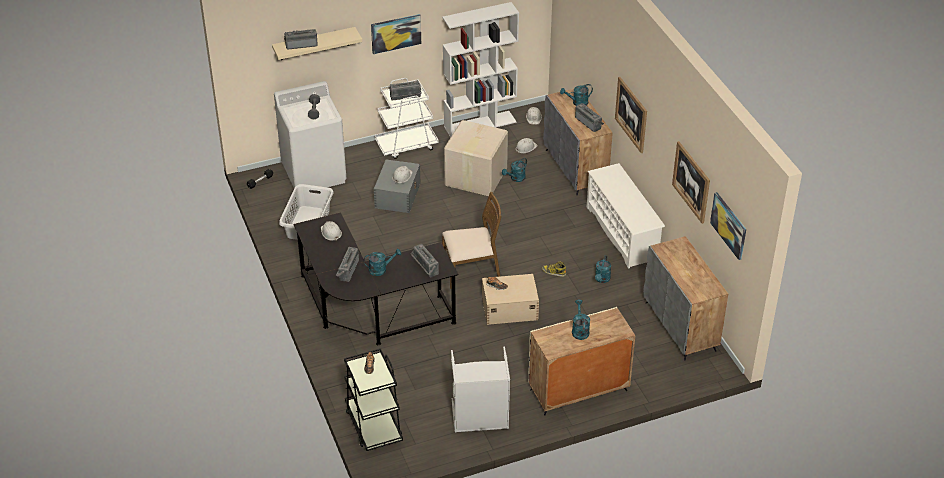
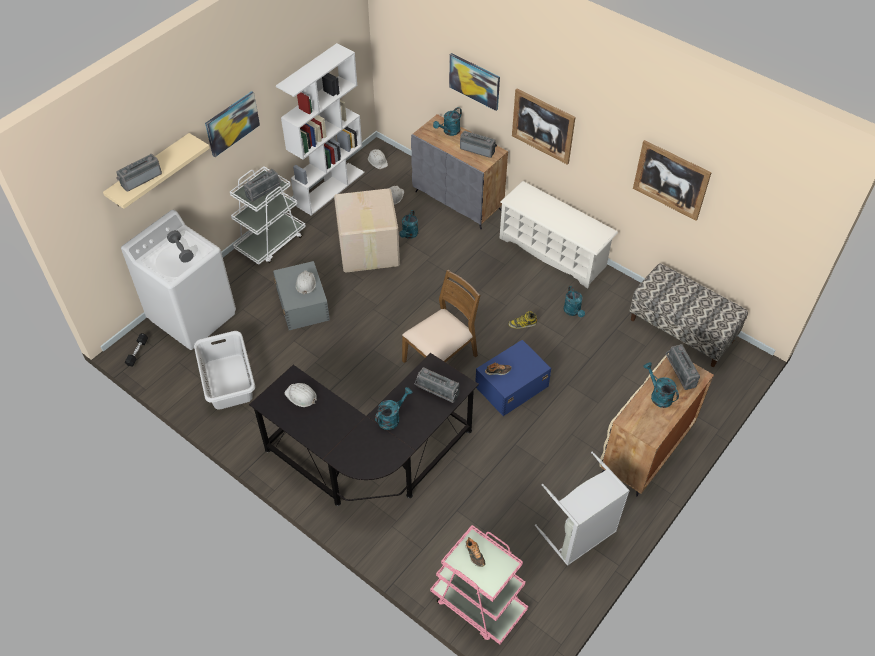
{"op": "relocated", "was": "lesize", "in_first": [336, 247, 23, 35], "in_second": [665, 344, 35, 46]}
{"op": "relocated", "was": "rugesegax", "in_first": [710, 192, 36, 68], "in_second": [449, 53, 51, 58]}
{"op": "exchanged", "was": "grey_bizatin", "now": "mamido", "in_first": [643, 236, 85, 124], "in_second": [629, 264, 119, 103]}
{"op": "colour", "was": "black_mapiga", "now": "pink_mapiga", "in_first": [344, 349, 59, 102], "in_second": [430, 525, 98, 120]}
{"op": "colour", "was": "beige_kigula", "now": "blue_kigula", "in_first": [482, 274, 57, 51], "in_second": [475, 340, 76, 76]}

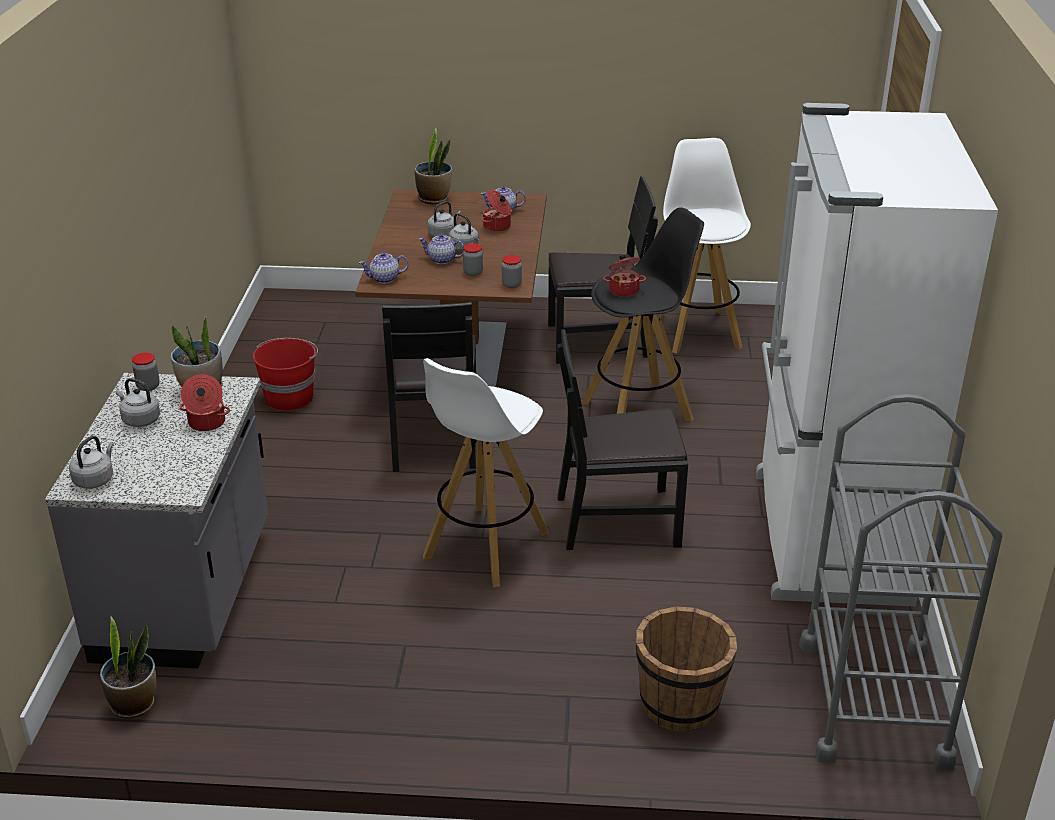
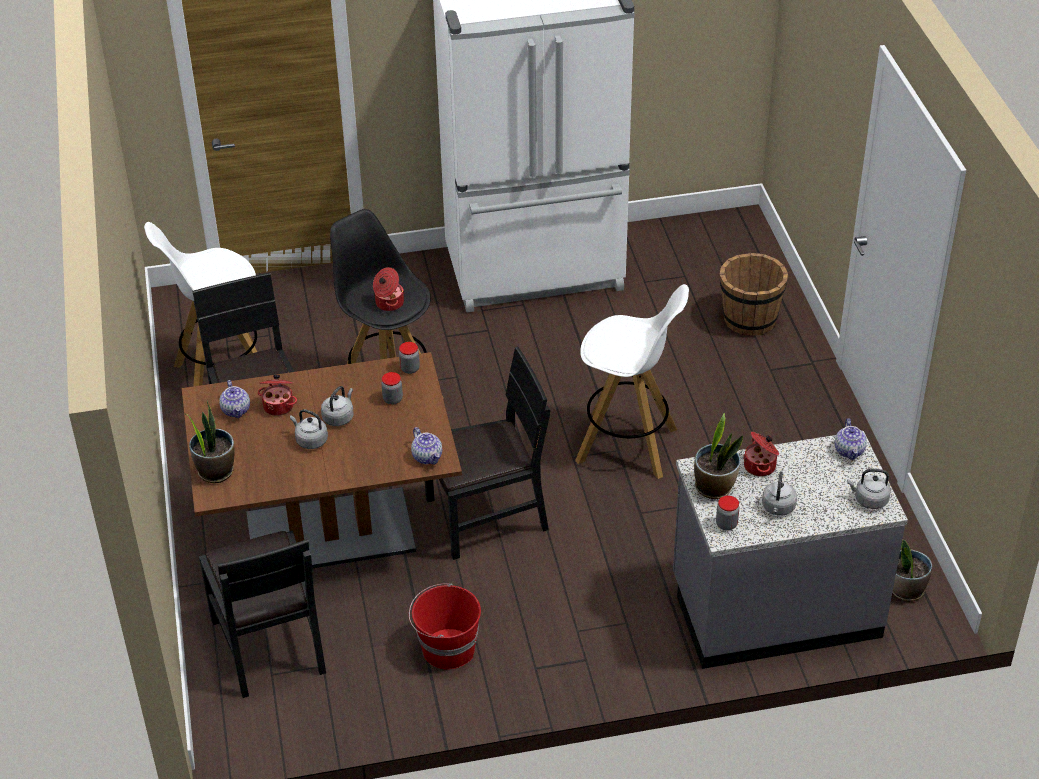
{"op": "missing", "was": "grey_mapiga", "in_first": [799, 394, 204, 376]}
{"op": "relocated", "was": "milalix", "in_first": [419, 234, 45, 30], "in_second": [835, 418, 32, 42]}
{"op": "relocated", "was": "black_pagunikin", "in_first": [557, 329, 131, 221], "in_second": [199, 531, 127, 167]}

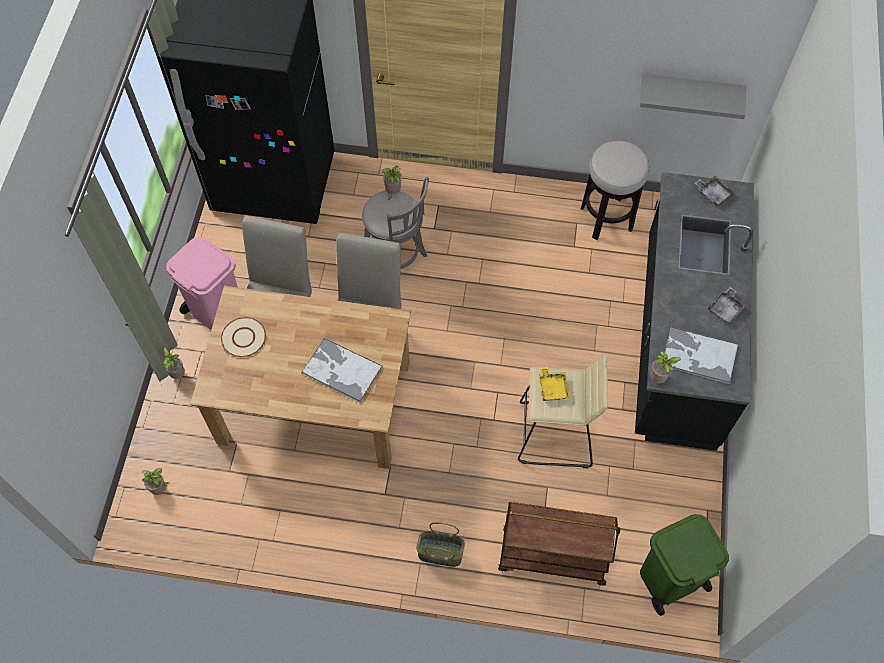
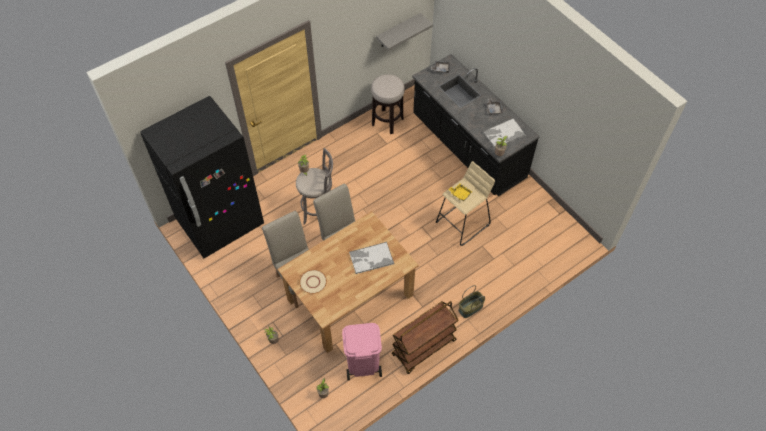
{"op": "missing", "was": "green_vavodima", "in_first": [640, 514, 89, 102]}
{"op": "relocated", "was": "pink_vavodima", "in_first": [166, 237, 72, 93], "in_second": [342, 323, 40, 57]}
{"op": "relocated", "was": "brown_mapiga", "in_first": [498, 502, 122, 84], "in_second": [392, 301, 67, 73]}

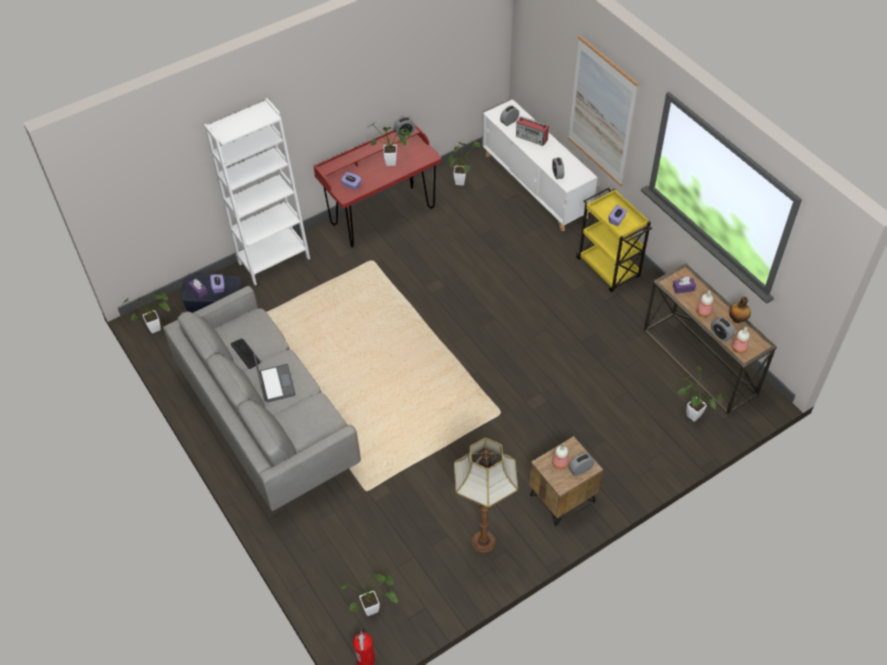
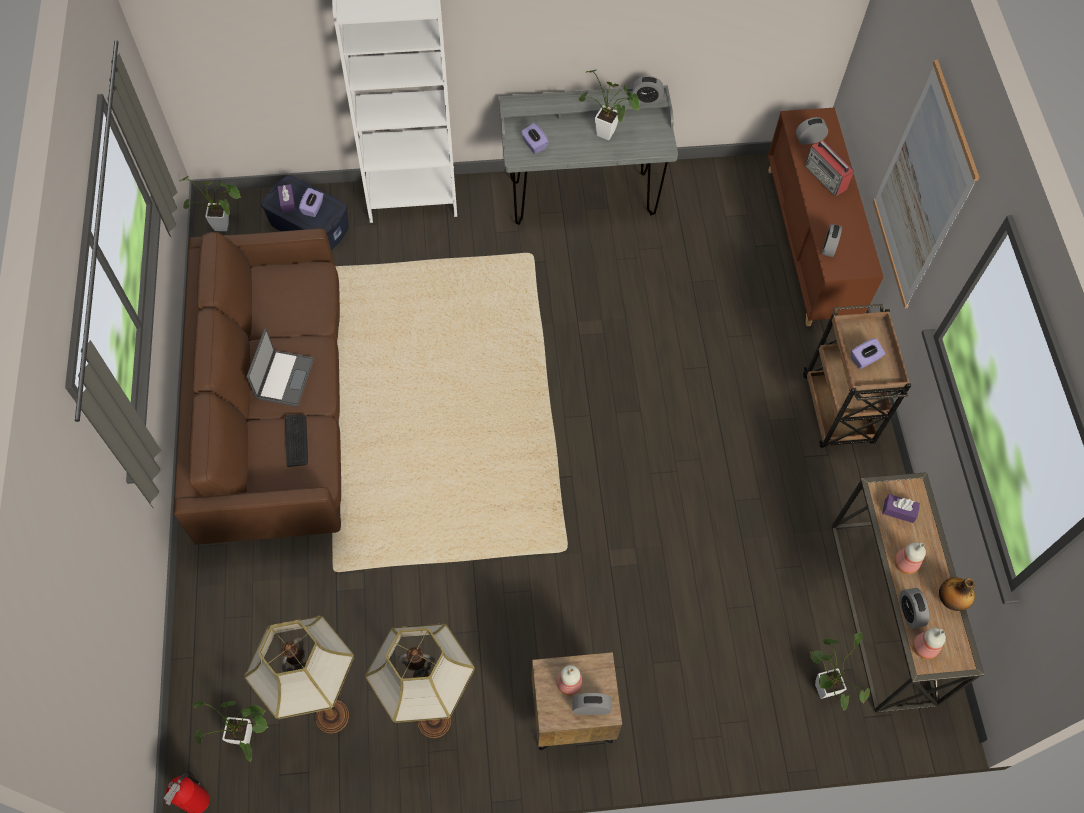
{"op": "missing", "was": "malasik", "in_first": [448, 141, 32, 45]}
{"op": "appeared", "now": "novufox", "in_second": [244, 616, 110, 118]}
{"op": "relocated", "was": "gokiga", "in_first": [231, 339, 30, 30], "in_second": [285, 414, 23, 53]}
{"op": "colour", "was": "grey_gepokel", "now": "brown_gepokel", "in_first": [163, 286, 198, 226], "in_second": [173, 228, 168, 317]}
{"op": "colour", "was": "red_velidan", "now": "grey_velidan", "in_first": [314, 123, 128, 125], "in_second": [499, 85, 179, 140]}
{"op": "colour", "was": "white_bizatin", "now": "brown_bizatin", "in_first": [482, 99, 115, 132], "in_second": [768, 108, 116, 218]}
{"op": "colour", "was": "yellow_mapiga", "now": "brown_mapiga", "in_first": [576, 188, 76, 104], "in_second": [803, 304, 108, 144]}

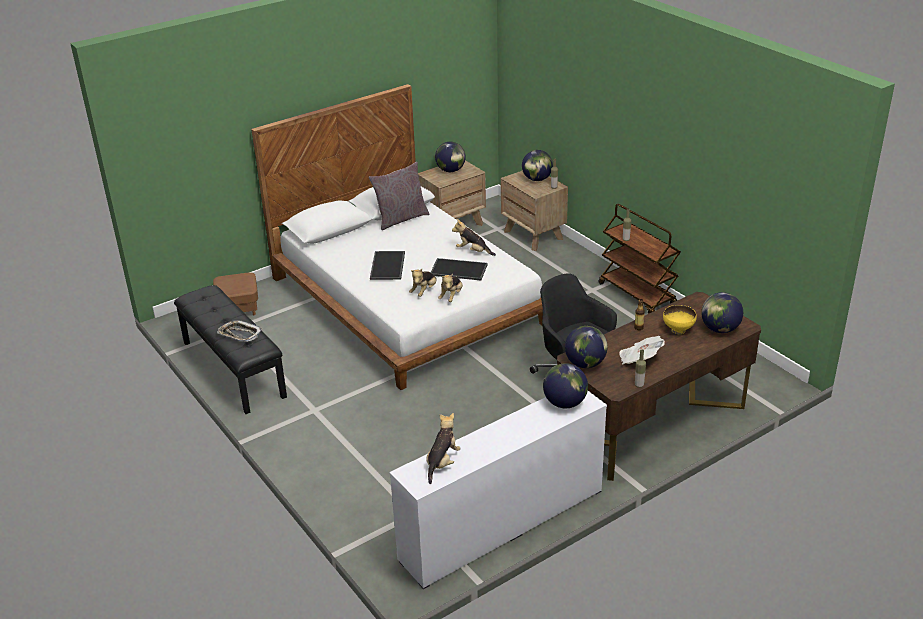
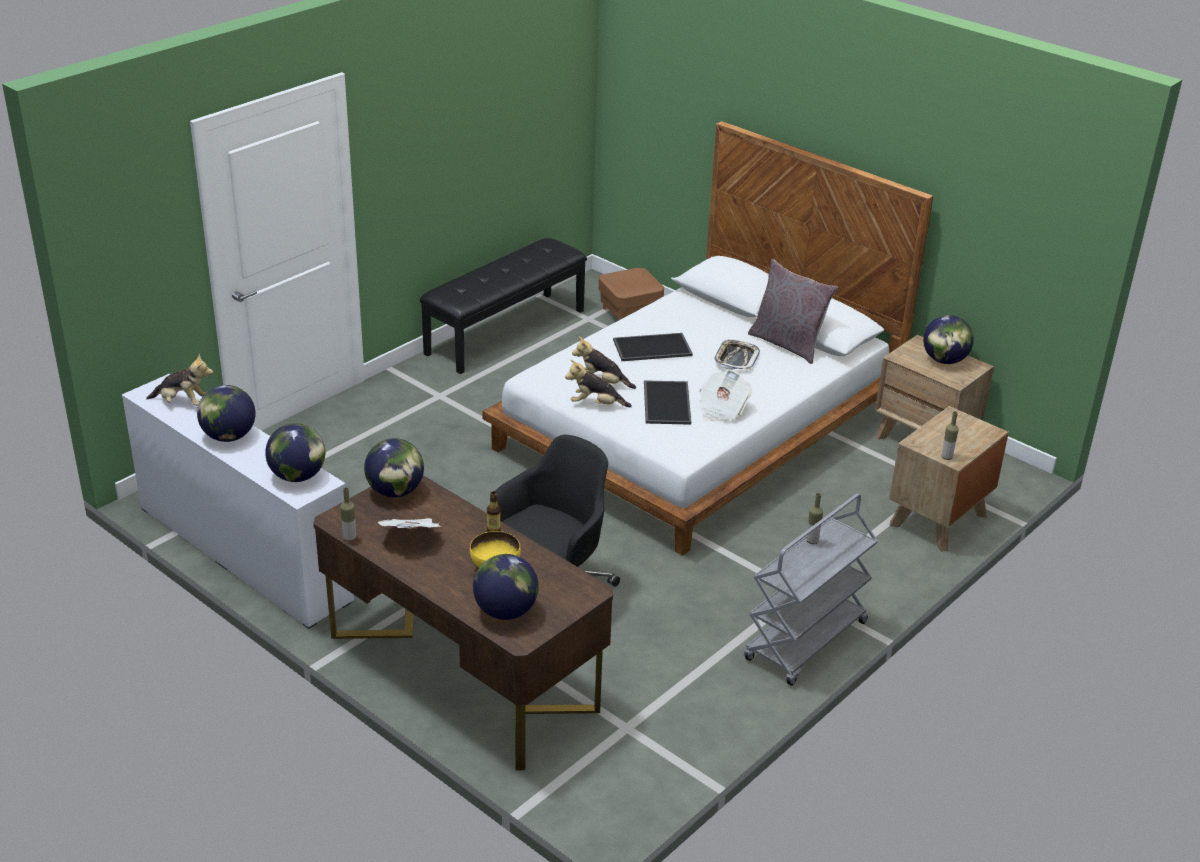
{"op": "relocated", "was": "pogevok", "in_first": [217, 320, 45, 22], "in_second": [714, 340, 46, 30]}
{"op": "relocated", "was": "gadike", "in_first": [522, 150, 31, 31], "in_second": [197, 385, 59, 57]}
{"op": "exchanged", "was": "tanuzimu", "now": "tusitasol", "in_first": [452, 219, 44, 37], "in_second": [700, 370, 52, 52]}
{"op": "colour", "was": "brown_mapiga", "now": "grey_mapiga", "in_first": [598, 204, 83, 110], "in_second": [744, 493, 134, 193]}

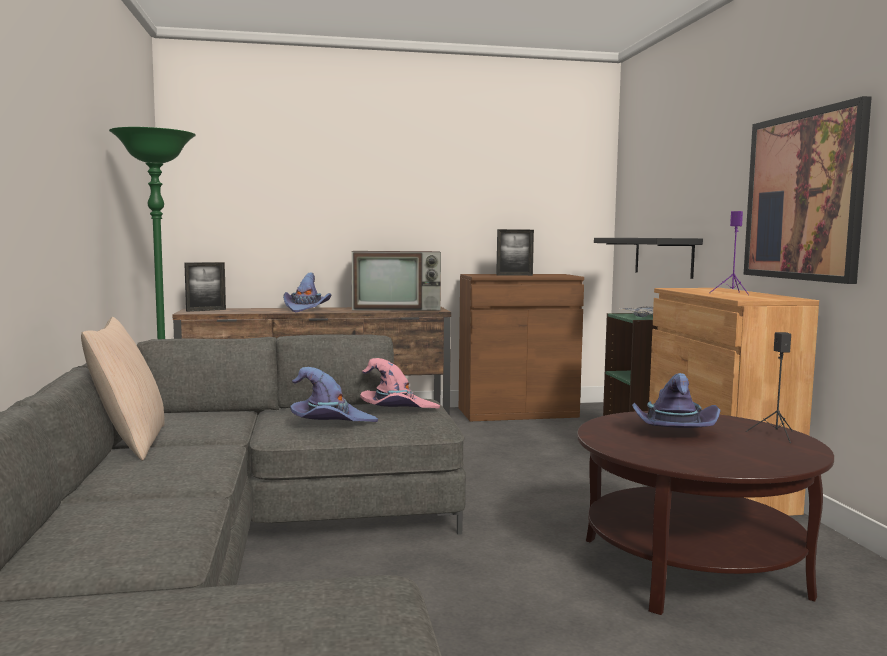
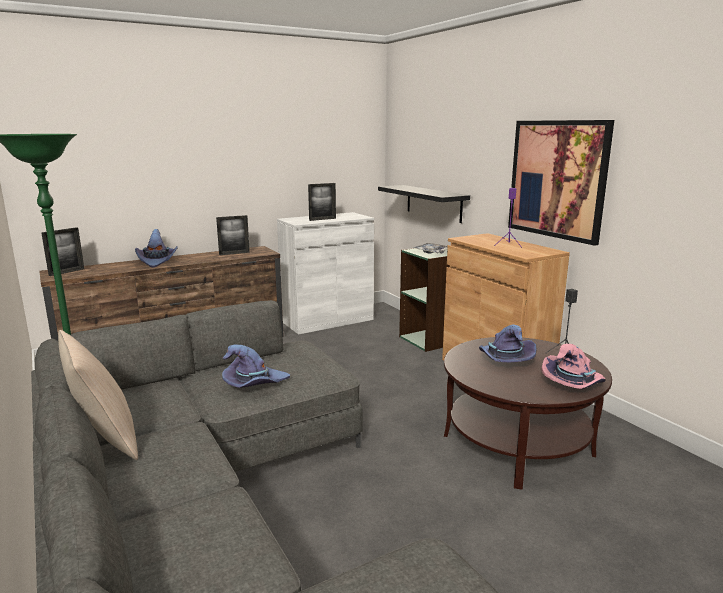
{"op": "relocated", "was": "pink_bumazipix", "in_first": [360, 358, 80, 51], "in_second": [542, 344, 64, 45]}
{"op": "exchanged", "was": "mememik", "now": "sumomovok", "in_first": [352, 251, 89, 60], "in_second": [216, 215, 34, 40]}
{"op": "colour", "was": "brown_bizatin", "now": "white_bizatin", "in_first": [459, 274, 125, 147], "in_second": [277, 212, 97, 123]}

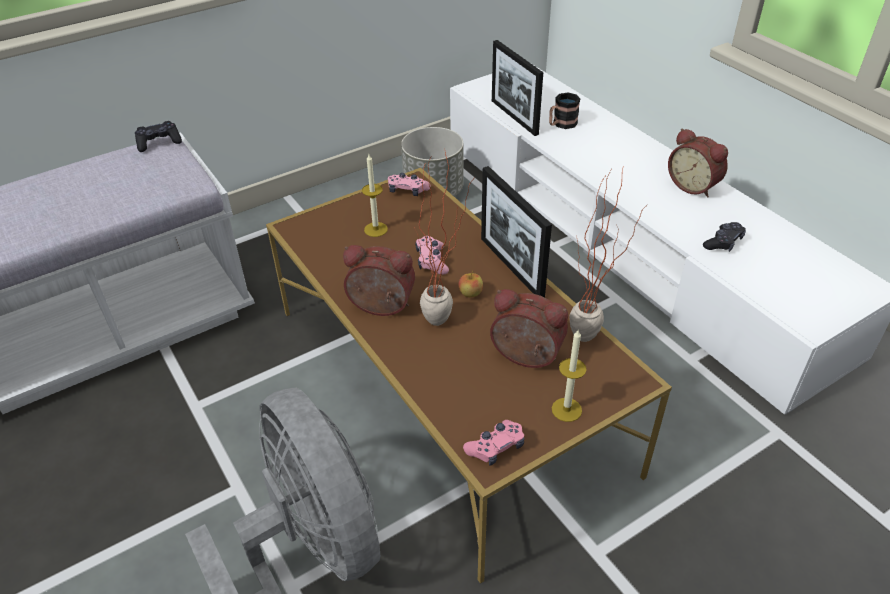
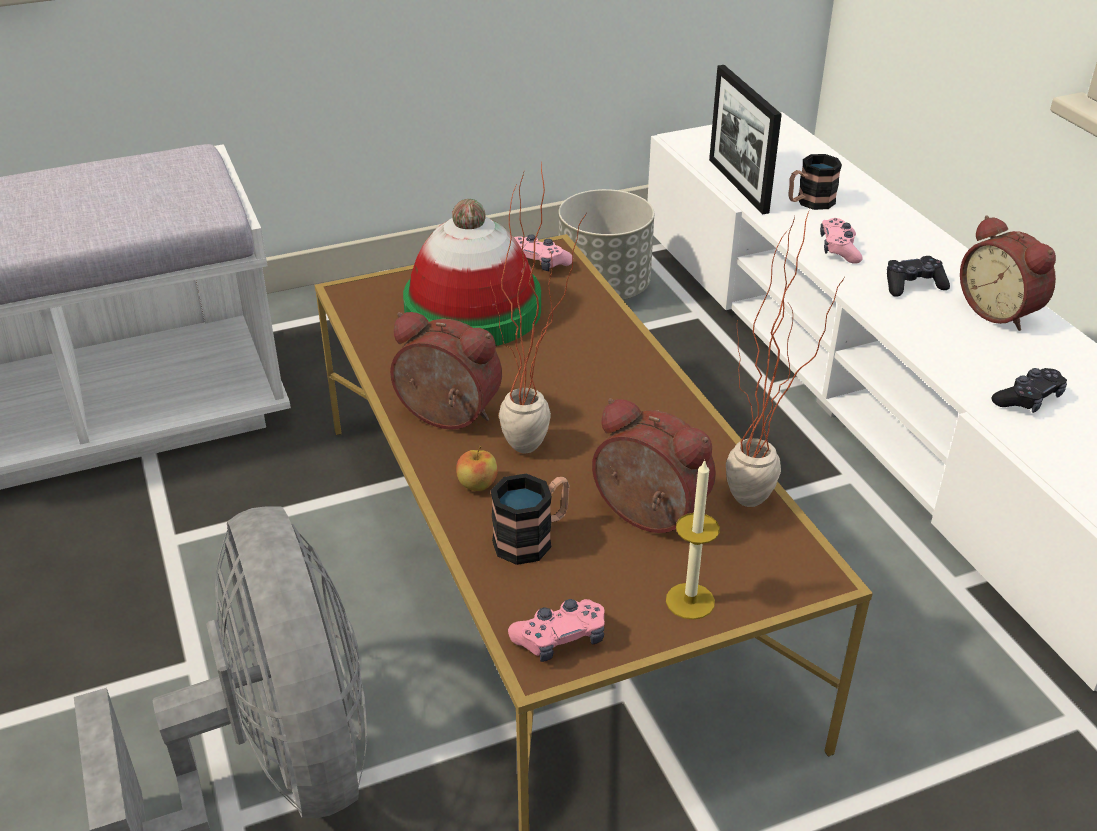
{"op": "missing", "was": "sumomovok", "in_first": [481, 166, 71, 131]}
{"op": "appeared", "now": "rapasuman", "in_second": [491, 474, 79, 91]}
{"op": "relocated", "was": "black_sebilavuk", "in_first": [135, 121, 47, 31], "in_second": [887, 256, 63, 41]}
{"op": "relocated", "was": "pink_sebilavuk", "in_first": [415, 236, 34, 39], "in_second": [820, 218, 43, 46]}
{"op": "relocated", "was": "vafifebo", "in_first": [459, 270, 24, 28], "in_second": [456, 445, 42, 46]}
{"op": "exchanged", "was": "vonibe", "now": "bumazipix", "in_first": [362, 154, 26, 83], "in_second": [403, 199, 138, 147]}

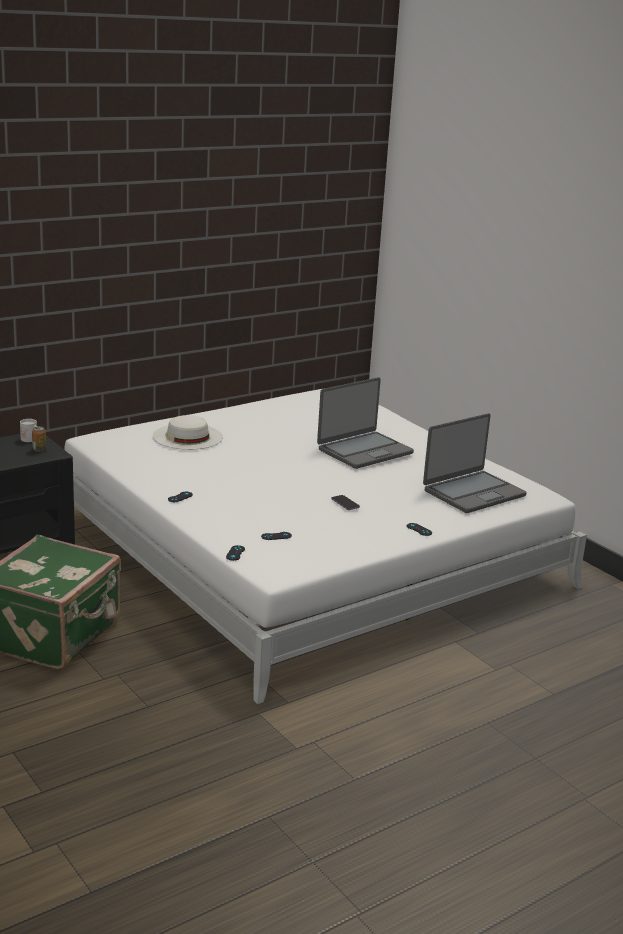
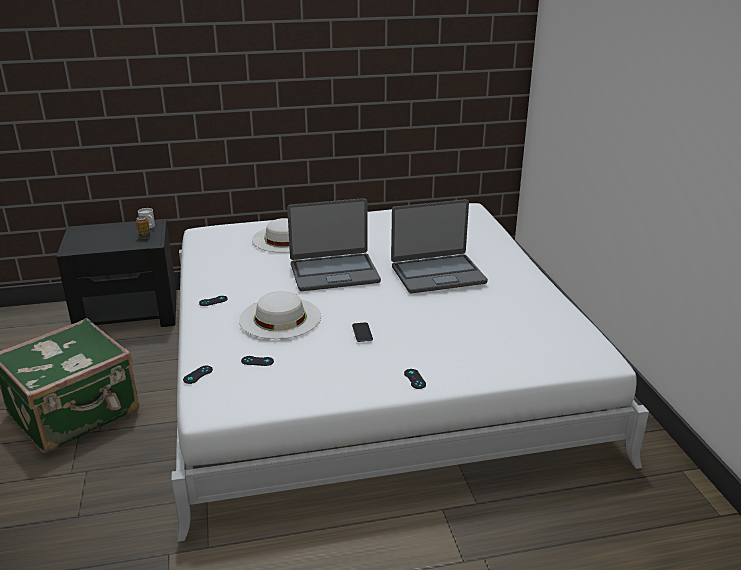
{"op": "appeared", "now": "white_bumazipix", "in_second": [239, 291, 82, 48]}
{"op": "relocated", "was": "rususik", "in_first": [423, 413, 104, 100], "in_second": [287, 198, 94, 93]}

